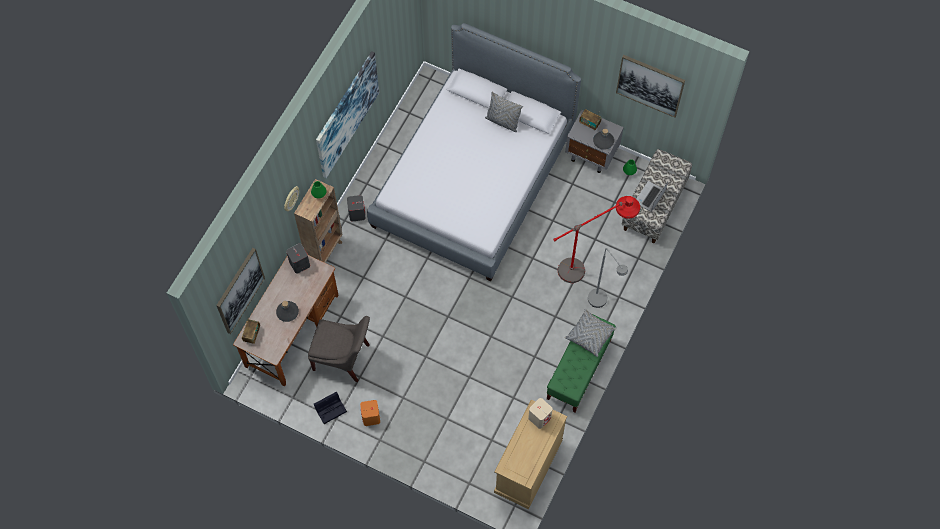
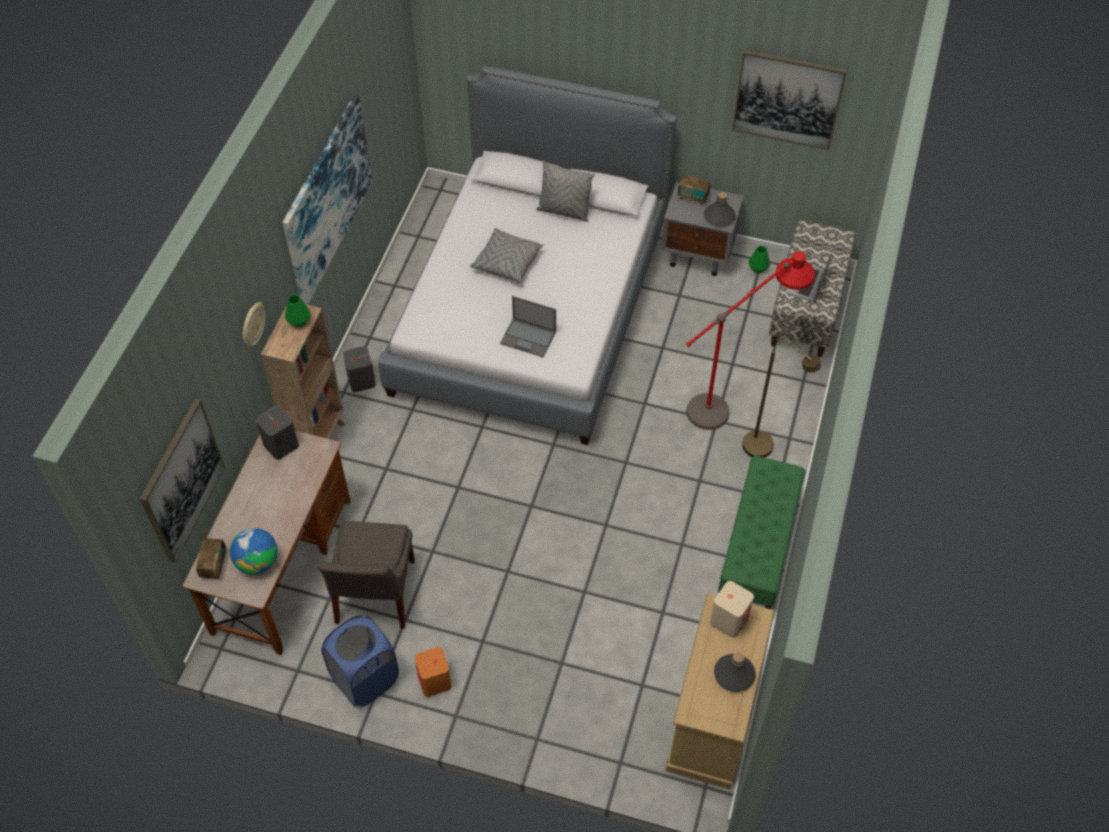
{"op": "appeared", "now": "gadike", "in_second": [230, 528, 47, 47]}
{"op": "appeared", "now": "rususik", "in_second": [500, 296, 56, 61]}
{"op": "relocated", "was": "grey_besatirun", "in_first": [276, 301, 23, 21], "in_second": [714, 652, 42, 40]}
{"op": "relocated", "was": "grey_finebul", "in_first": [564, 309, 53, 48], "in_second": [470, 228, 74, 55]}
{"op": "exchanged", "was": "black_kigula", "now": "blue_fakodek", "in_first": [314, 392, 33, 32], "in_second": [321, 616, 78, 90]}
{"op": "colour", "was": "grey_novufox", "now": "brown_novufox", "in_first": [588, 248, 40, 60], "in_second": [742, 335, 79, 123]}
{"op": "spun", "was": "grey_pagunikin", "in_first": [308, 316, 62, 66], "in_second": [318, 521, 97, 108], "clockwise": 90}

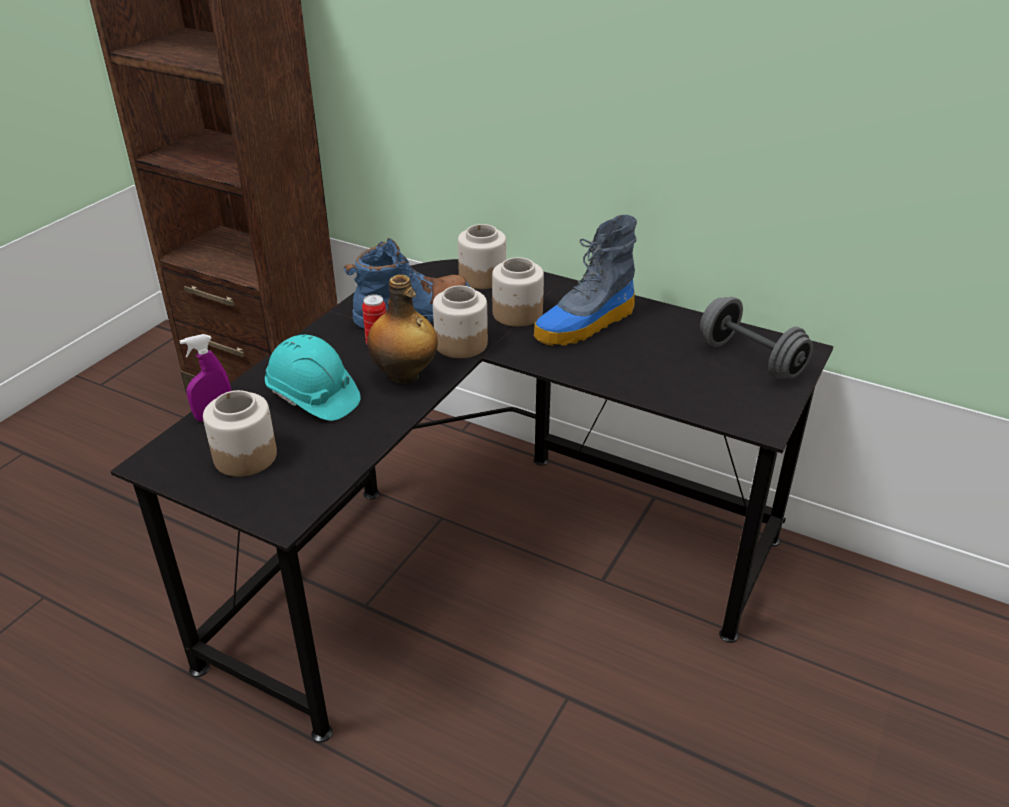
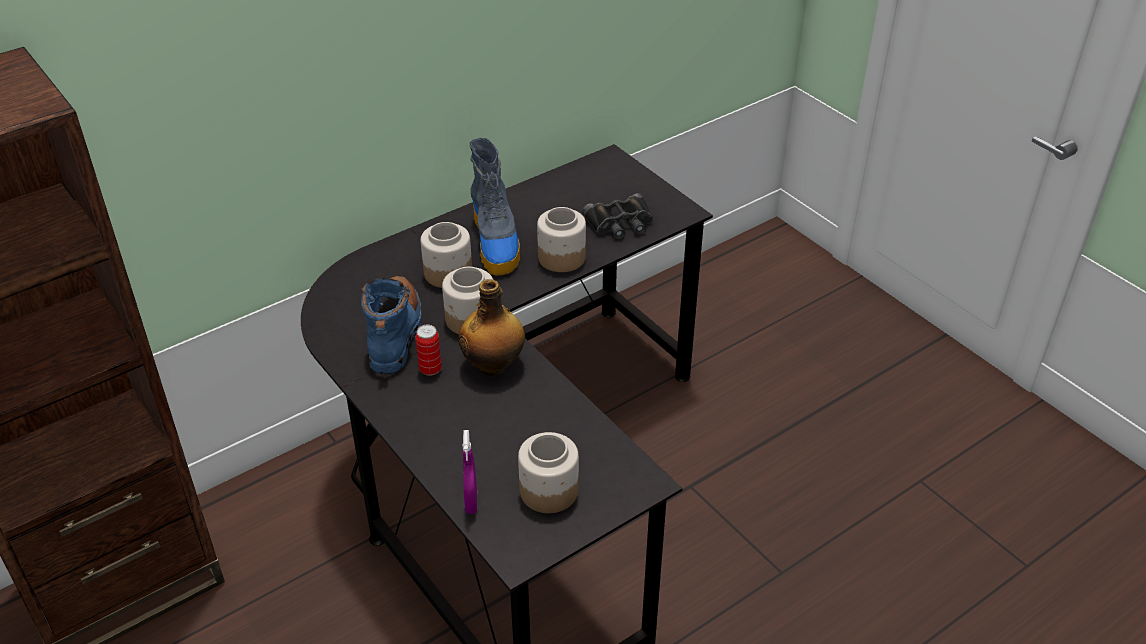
{"op": "missing", "was": "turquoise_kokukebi", "in_first": [265, 335, 95, 86]}
{"op": "missing", "was": "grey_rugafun", "in_first": [700, 297, 113, 82]}
{"op": "appeared", "now": "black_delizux", "in_second": [582, 193, 71, 47]}
{"op": "relocated", "was": "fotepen", "in_first": [458, 224, 48, 65], "in_second": [537, 207, 49, 65]}

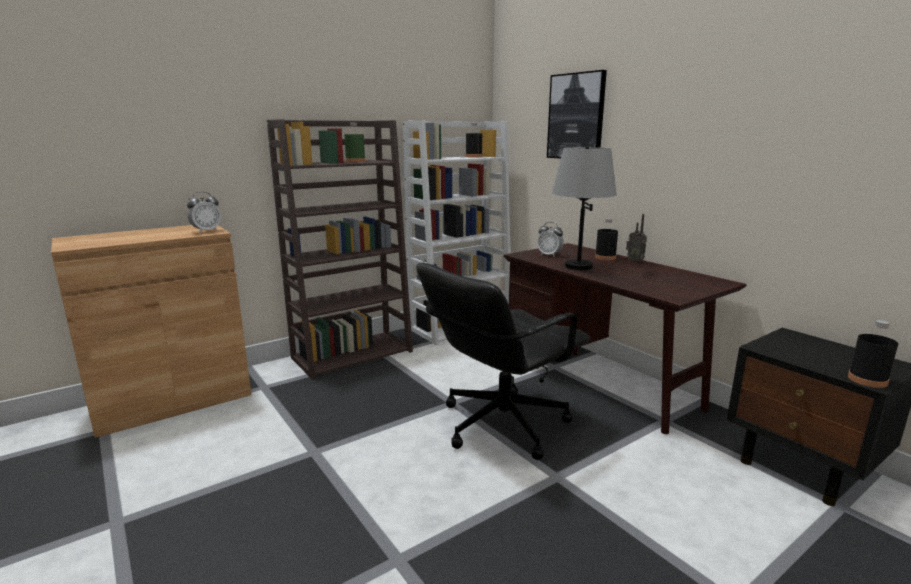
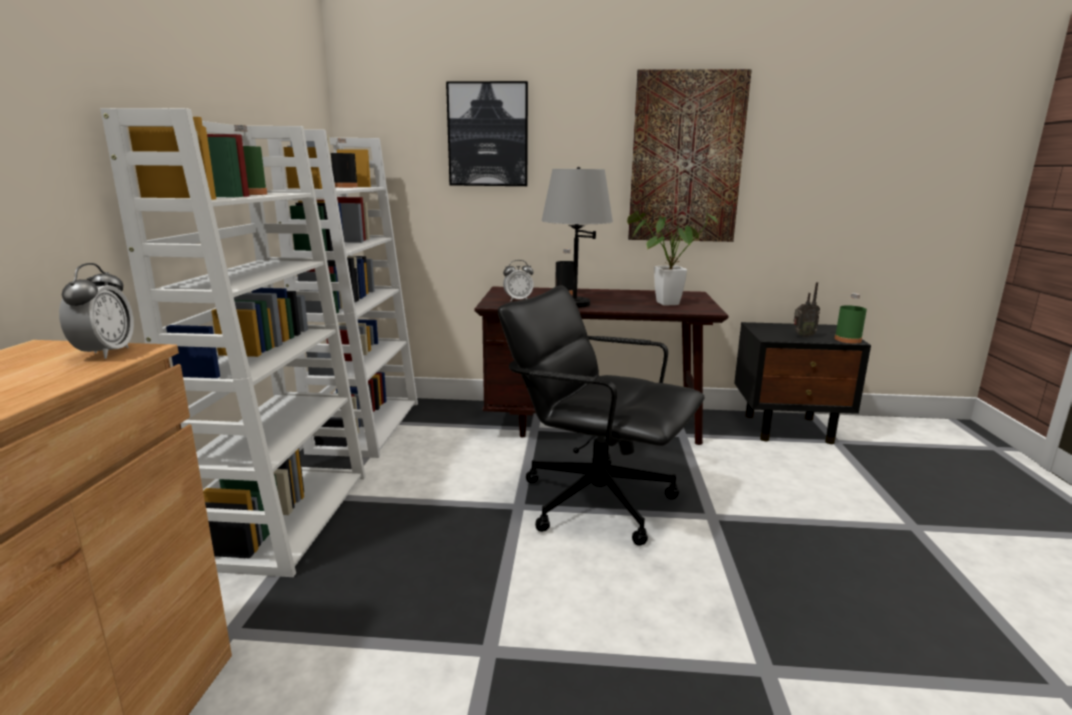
{"op": "appeared", "now": "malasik", "in_second": [627, 210, 91, 96]}
{"op": "appeared", "now": "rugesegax", "in_second": [628, 69, 124, 173]}
{"op": "relocated", "was": "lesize", "in_first": [626, 214, 21, 48], "in_second": [794, 282, 26, 56]}
{"op": "colour", "was": "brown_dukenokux", "now": "white_dukenokux", "in_first": [267, 119, 146, 261], "in_second": [100, 108, 266, 469]}
{"op": "colour", "was": "black_besatirun", "now": "green_besatirun", "in_first": [848, 320, 50, 68], "in_second": [834, 293, 33, 50]}
{"op": "spun", "was": "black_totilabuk", "in_first": [417, 263, 173, 197], "in_second": [498, 285, 207, 261], "clockwise": 120}

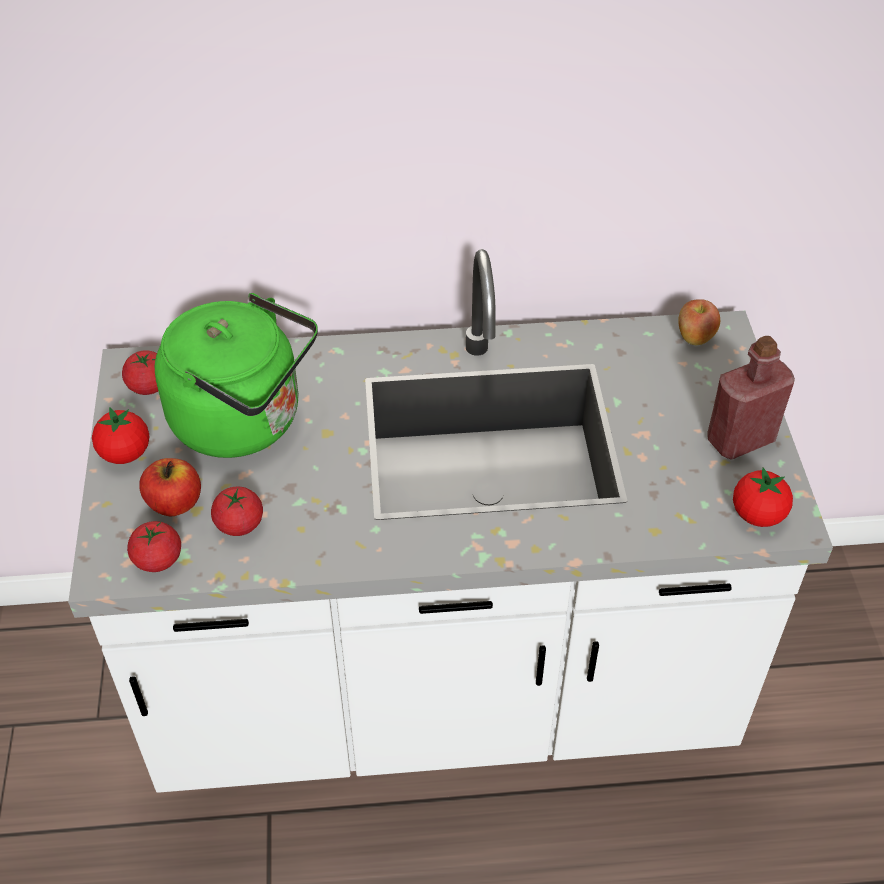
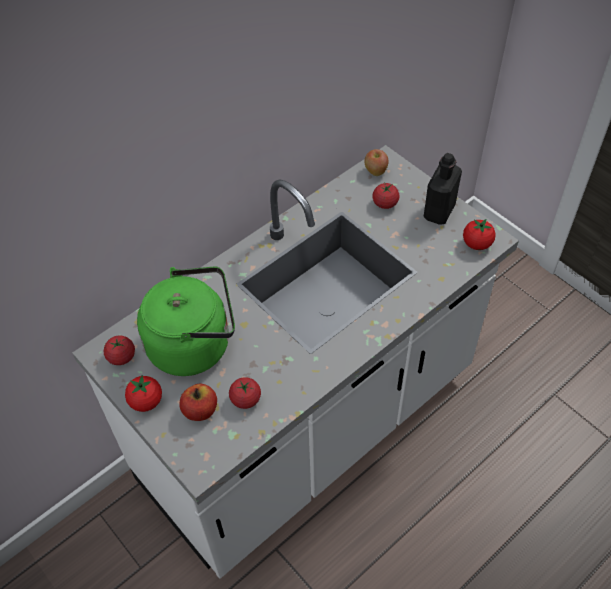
{"op": "relocated", "was": "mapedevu", "in_first": [127, 521, 54, 51], "in_second": [372, 183, 27, 26]}
{"op": "colour", "was": "red_besatirun", "now": "black_besatirun", "in_first": [708, 336, 87, 124], "in_second": [423, 153, 39, 71]}

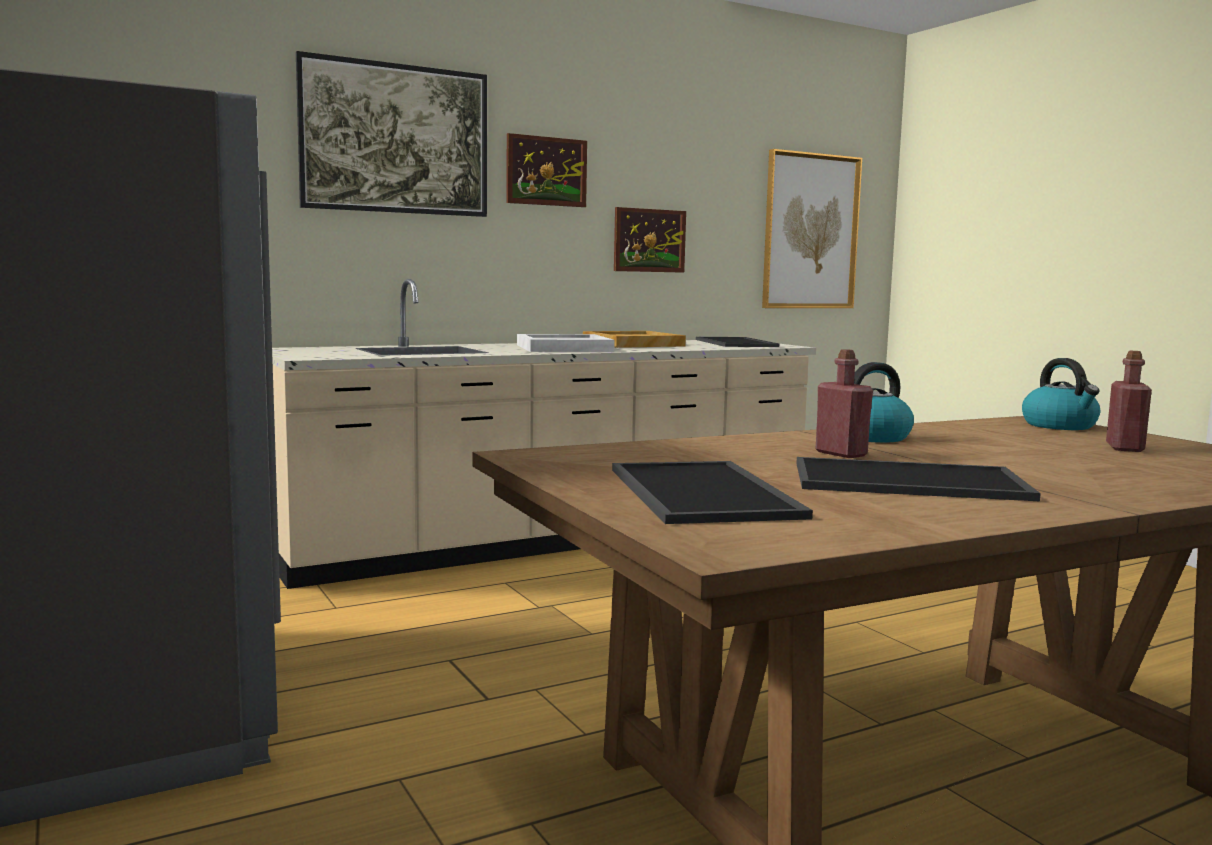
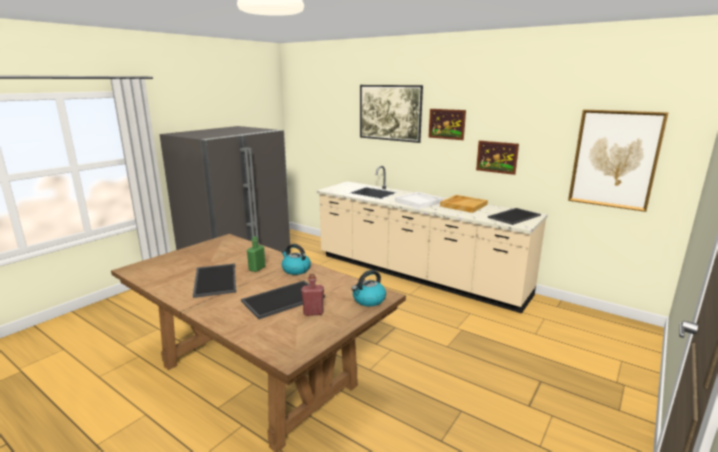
{"op": "relocated", "was": "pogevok", "in_first": [612, 461, 201, 63], "in_second": [241, 281, 84, 38]}
{"op": "colour", "was": "red_besatirun", "now": "green_besatirun", "in_first": [816, 349, 57, 109], "in_second": [247, 236, 18, 36]}

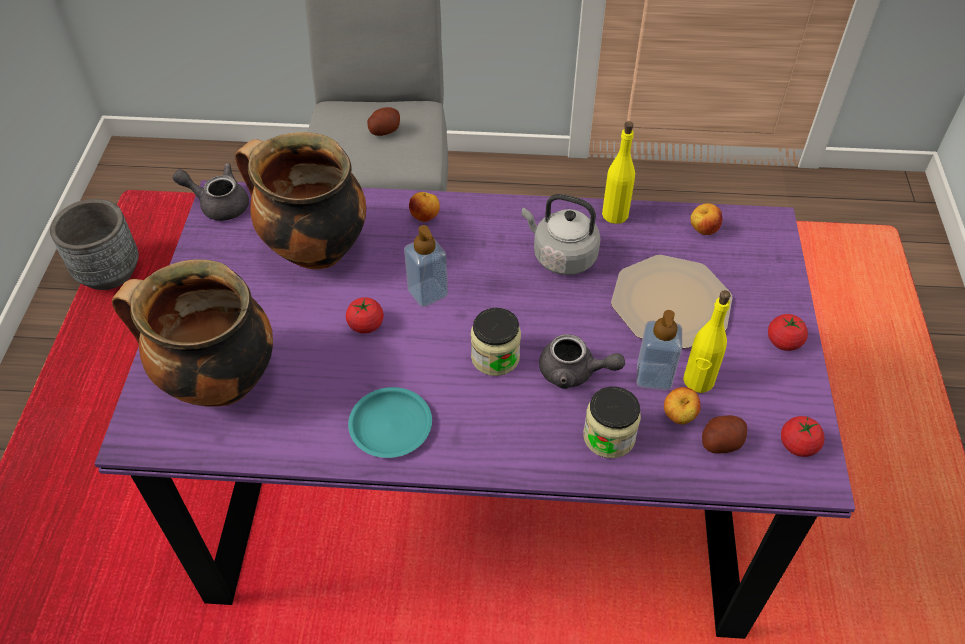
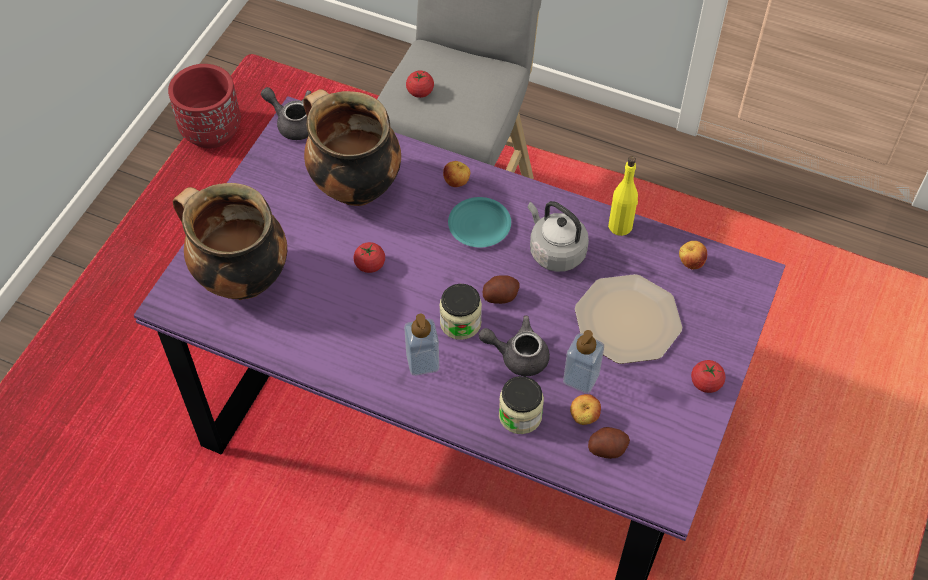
{"op": "missing", "was": "yellow_besatirun", "in_first": [683, 290, 47, 103]}
{"op": "relocated", "was": "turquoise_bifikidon", "in_first": [348, 387, 84, 71], "in_second": [448, 197, 63, 50]}
{"op": "relocated", "was": "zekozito", "in_first": [367, 107, 33, 29], "in_second": [483, 275, 37, 29]}
{"op": "relocated", "was": "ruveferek", "in_first": [404, 225, 44, 82], "in_second": [404, 314, 35, 62]}
{"op": "relocated", "was": "mapedevu", "in_first": [781, 416, 43, 41], "in_second": [406, 70, 28, 28]}
{"op": "colour", "was": "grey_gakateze", "now": "red_gakateze", "in_first": [50, 199, 89, 91], "in_second": [168, 64, 73, 84]}
{"op": "spun", "was": "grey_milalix", "in_first": [539, 334, 86, 55], "in_second": [479, 315, 71, 61], "clockwise": 150}

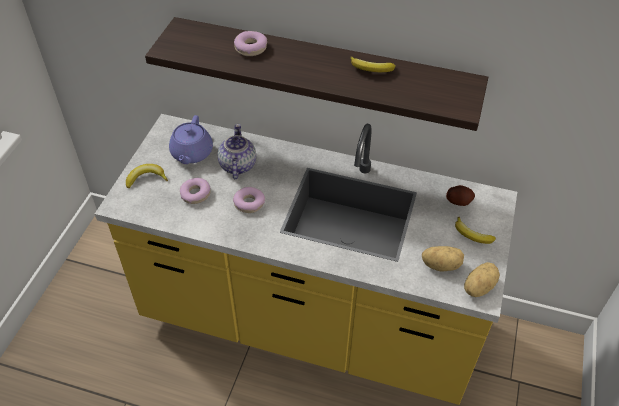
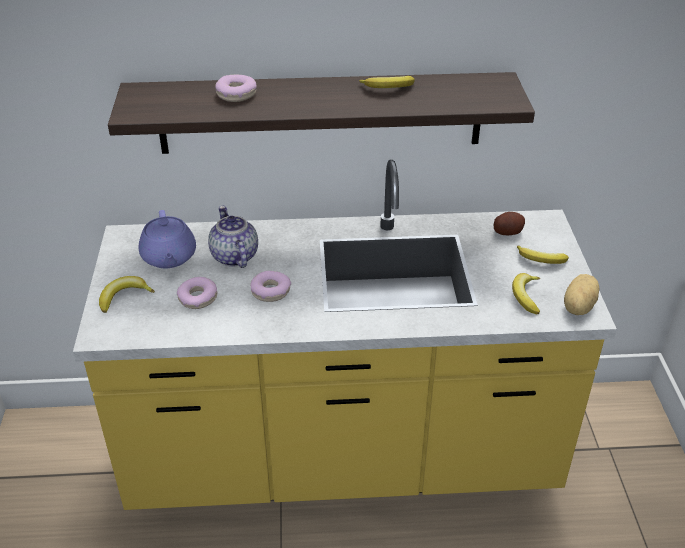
{"op": "exchanged", "was": "zekozito", "now": "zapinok", "in_first": [422, 246, 42, 26], "in_second": [512, 273, 28, 41]}

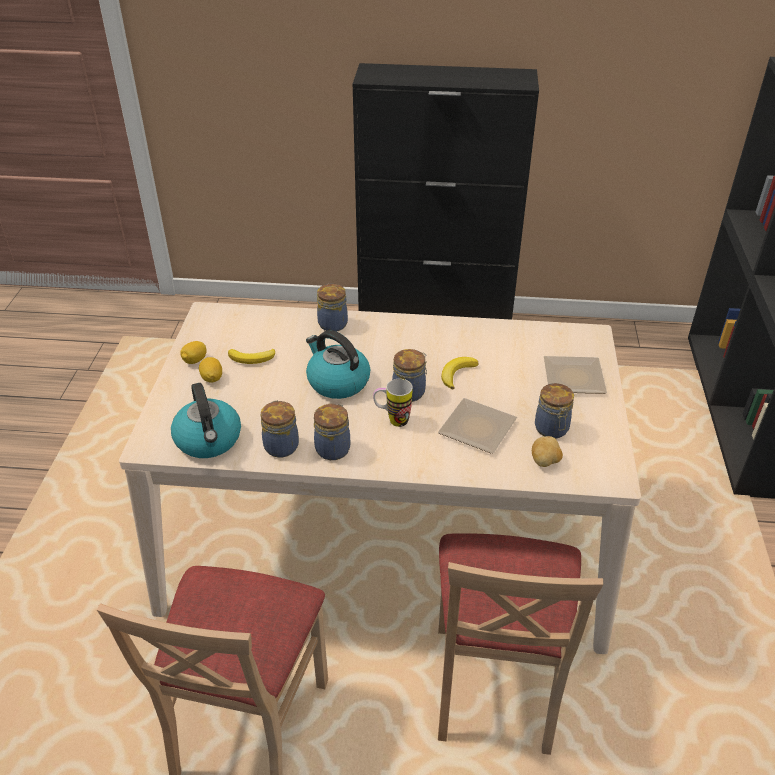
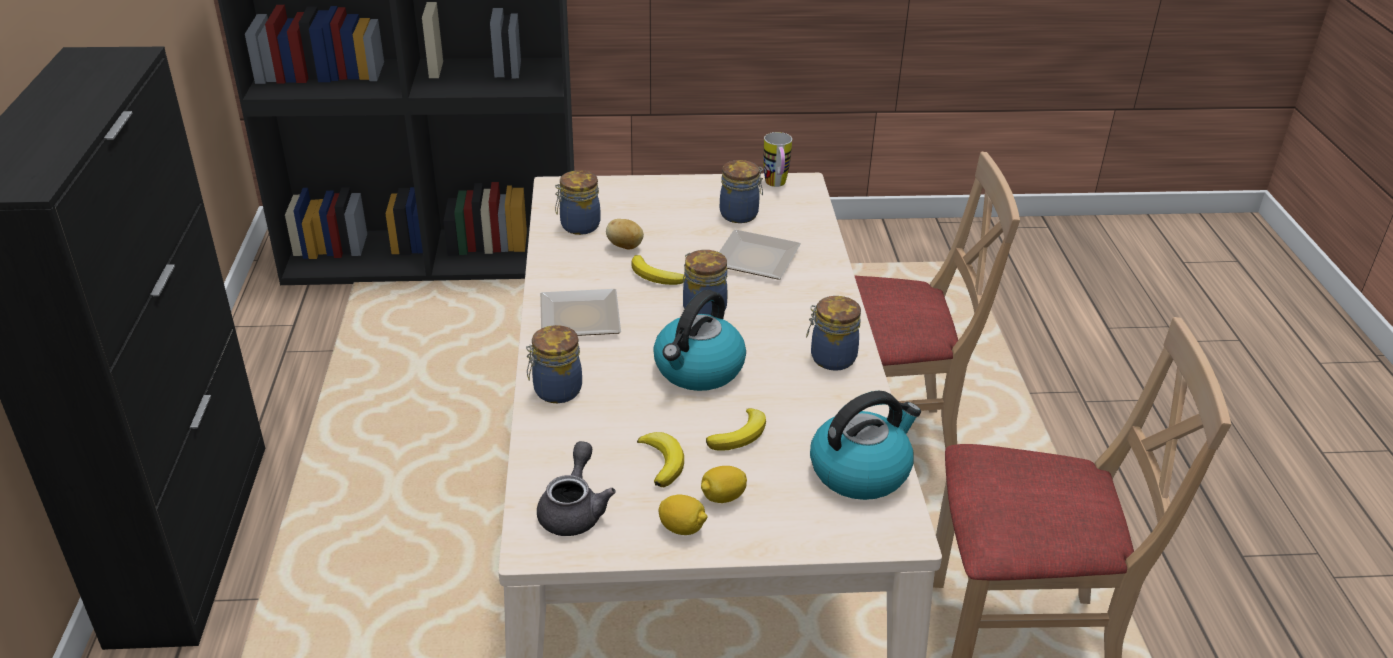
{"op": "appeared", "now": "grey_milalix", "in_second": [537, 441, 79, 95]}
{"op": "appeared", "now": "zapinok", "in_second": [706, 408, 60, 43]}
{"op": "relocated", "was": "fotepen", "in_first": [261, 400, 38, 58], "in_second": [555, 170, 46, 65]}
{"op": "relocated", "was": "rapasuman", "in_first": [373, 379, 40, 48], "in_second": [763, 132, 29, 55]}
{"op": "relocated", "was": "zekozito", "in_first": [532, 436, 31, 31], "in_second": [606, 219, 38, 31]}
{"op": "relocated", "was": "bifikidon", "in_first": [544, 356, 63, 38], "in_second": [540, 289, 81, 47]}

